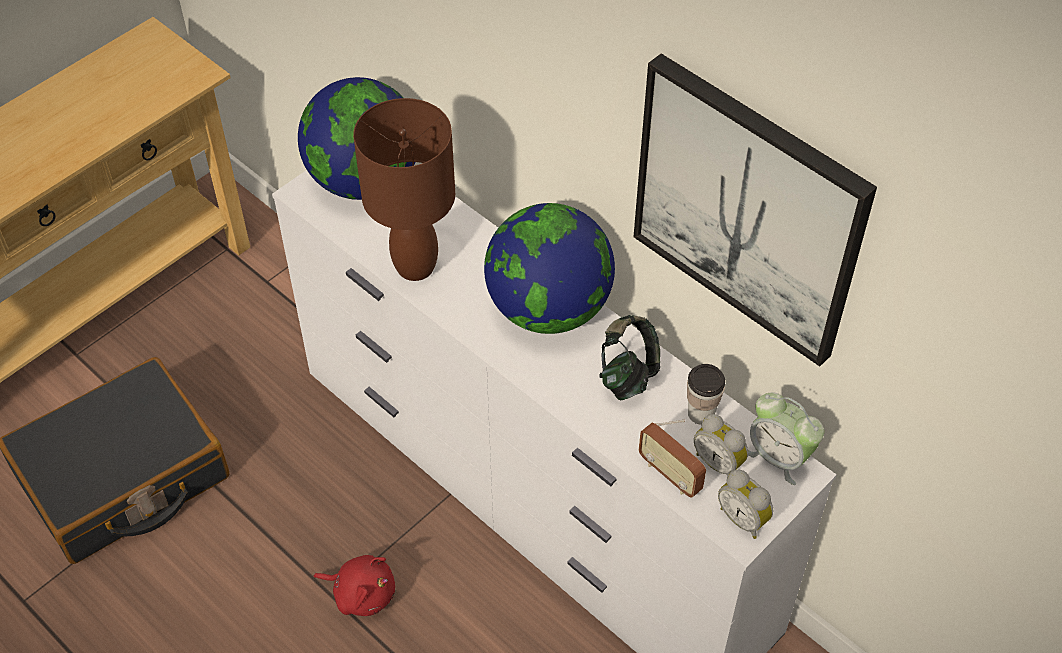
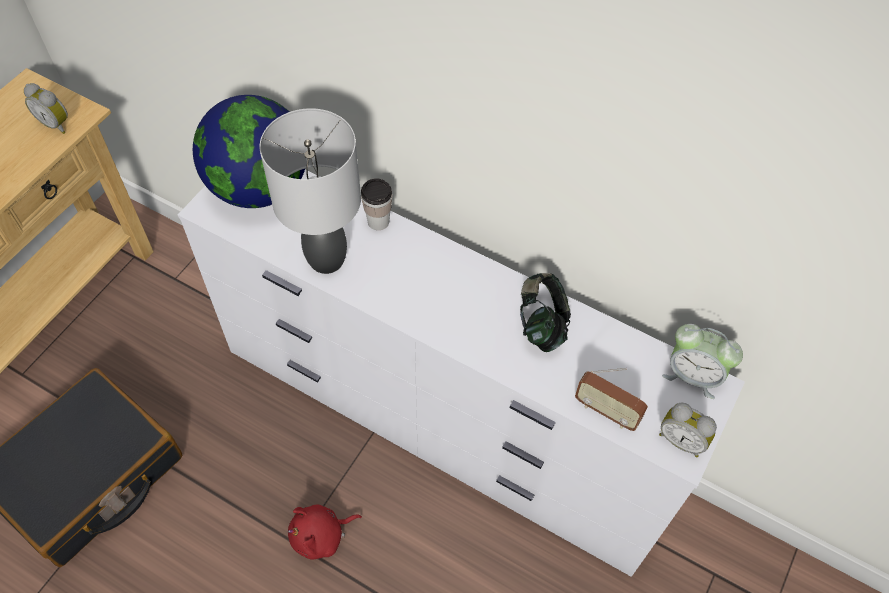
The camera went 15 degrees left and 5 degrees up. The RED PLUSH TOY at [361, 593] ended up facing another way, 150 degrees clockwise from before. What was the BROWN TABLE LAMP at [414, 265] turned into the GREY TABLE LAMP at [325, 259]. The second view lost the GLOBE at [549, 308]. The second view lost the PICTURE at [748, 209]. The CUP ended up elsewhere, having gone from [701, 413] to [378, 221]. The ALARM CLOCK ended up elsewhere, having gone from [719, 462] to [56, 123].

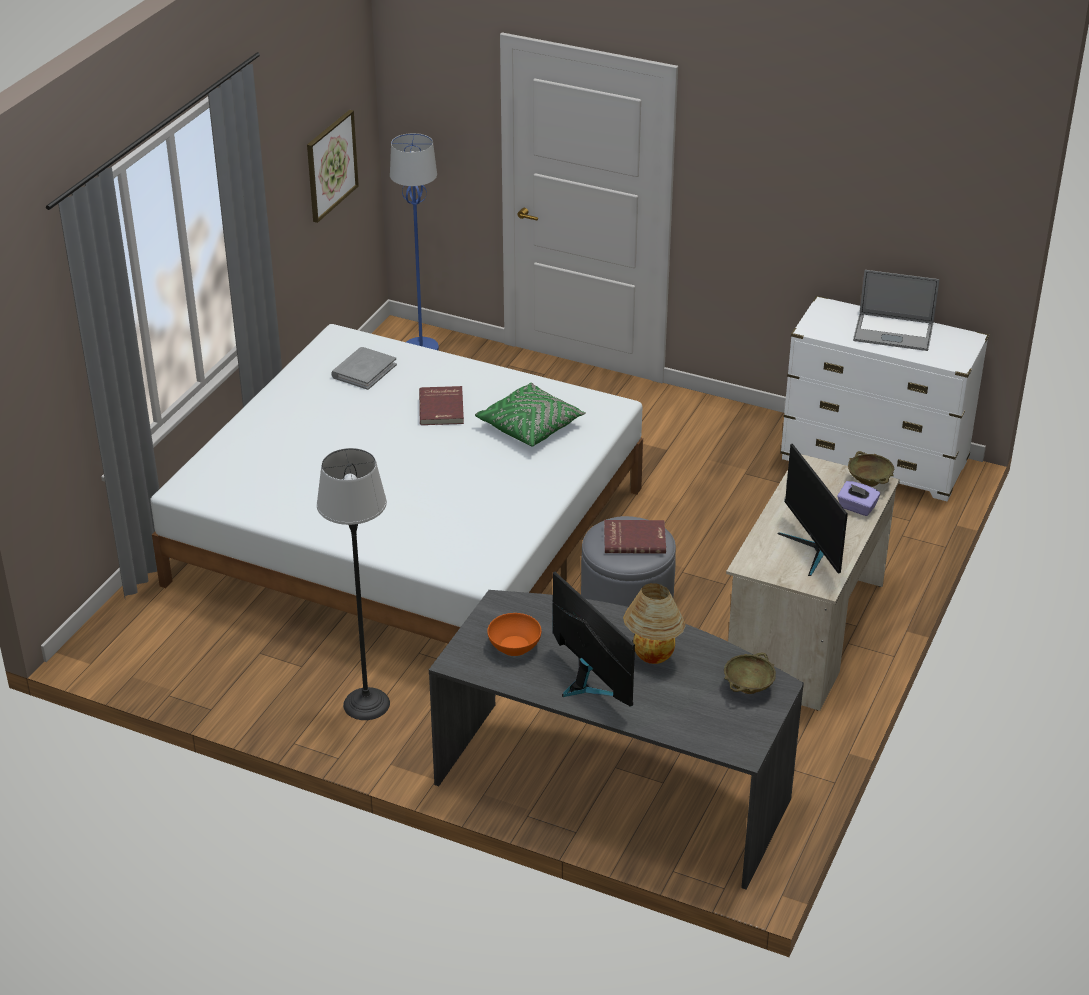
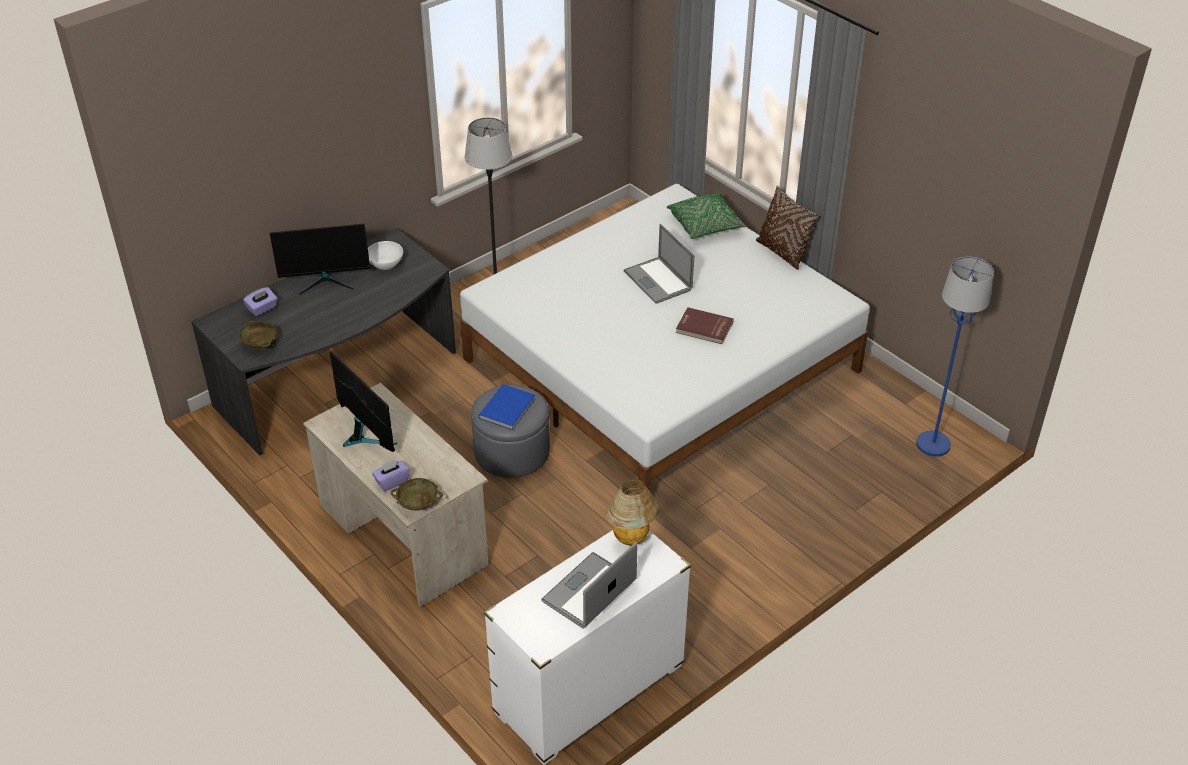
The camera went 115 degrees right and 5 degrees up. The second view lost the PICTURE at [331, 165]. The second view lost the GREY BOOK at [364, 371]. The GREEN PILLOW ended up elsewhere, having gone from [530, 426] to [705, 225]. What was the ORANGE BOWL at [514, 646] turned into the WHITE BOWL at [385, 263]. What was the RED BOOK at [634, 538] turned into the BLUE BOOK at [508, 409]. The TABLE LAMP ended up elsewhere, having gone from [652, 657] to [631, 538]. The MONITOR at [813, 550] ended up facing another way, 45 degrees clockwise from before. The second view gained the PURPLE TISSUE BOX at [262, 309]. The second view gained the LAPTOP at [657, 280]. The second view gained the BROWN PILLOW at [782, 252].

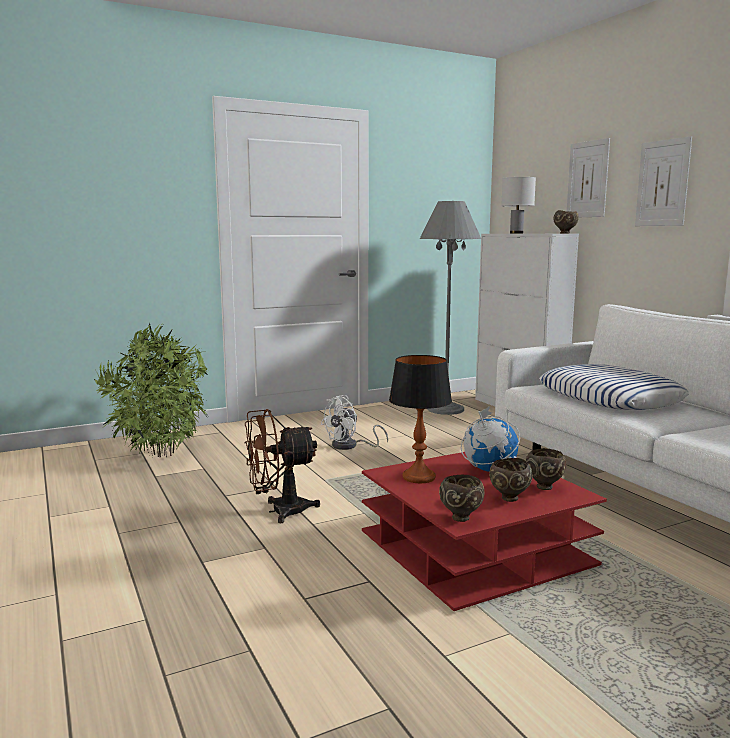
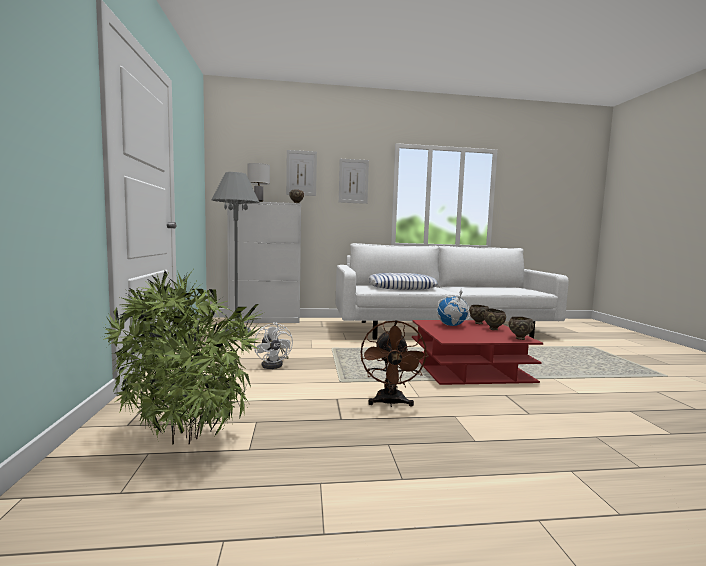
The camera went 70 degrees left and 5 degrees down. The second view lost the TABLE LAMP at [419, 477].

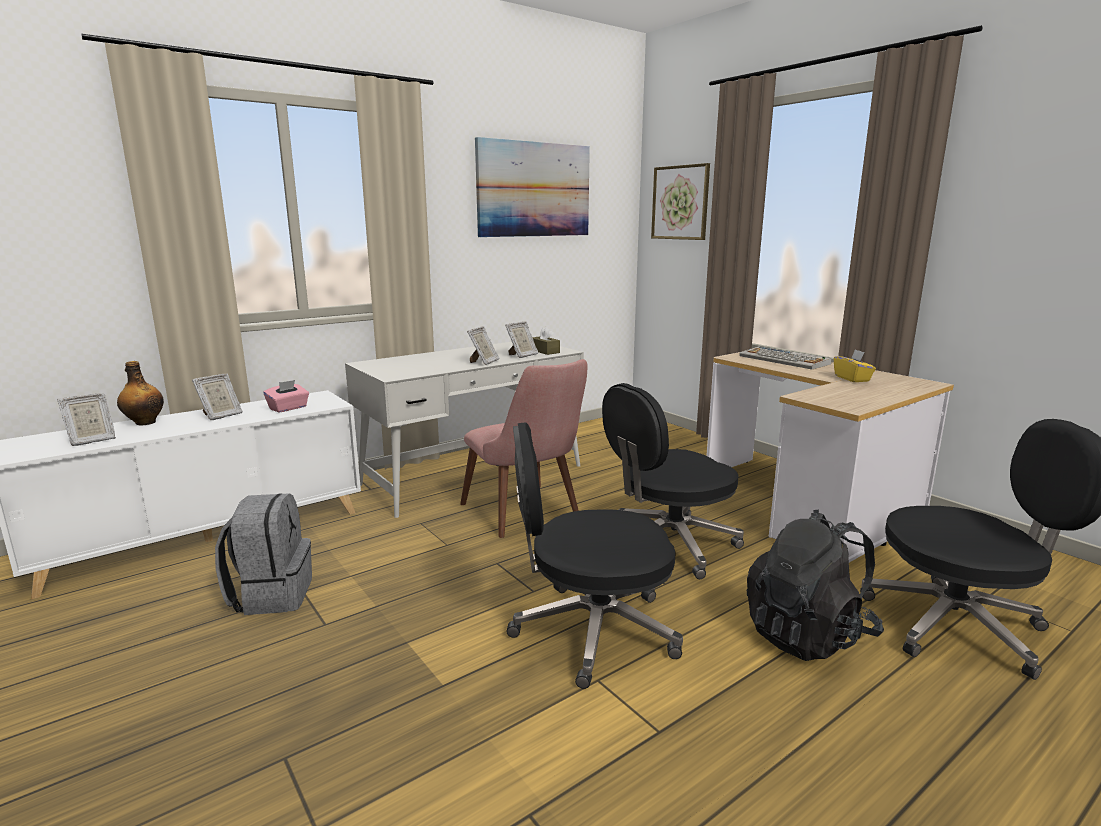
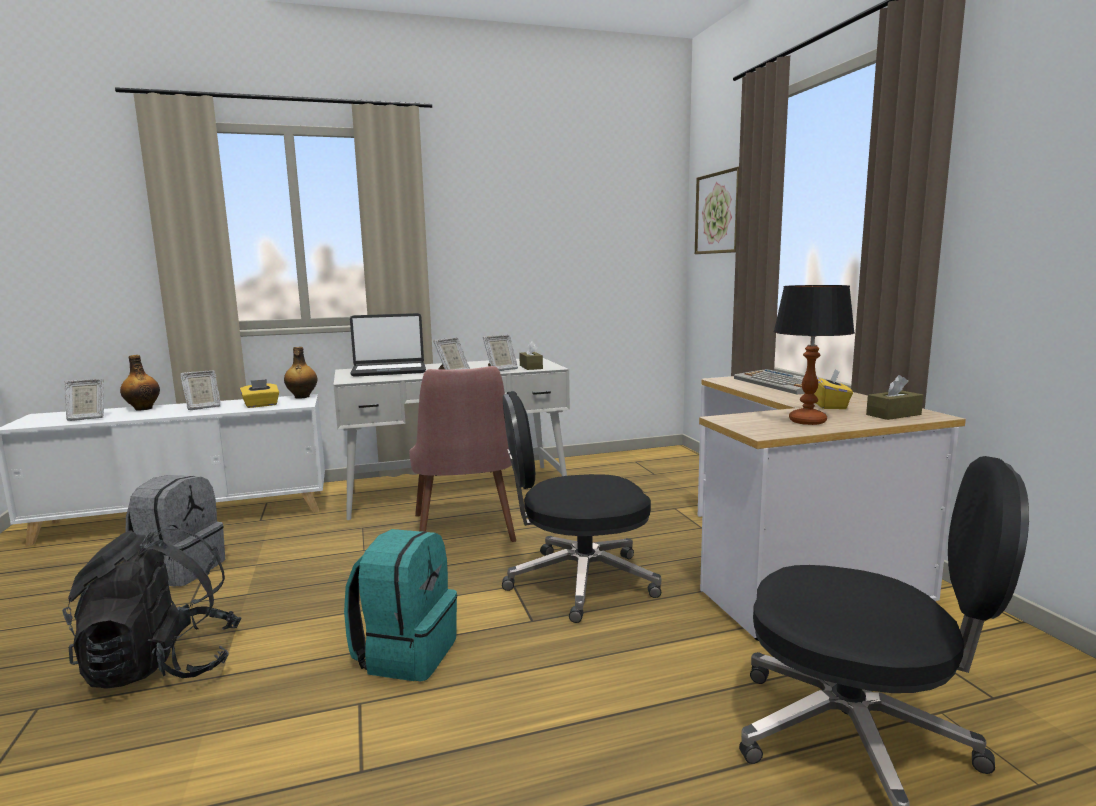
The camera went 20 degrees right and 5 degrees down. What was the PINK TISSUE BOX at [288, 408] turned into the YELLOW TISSUE BOX at [261, 405]. The second view lost the PICTURE at [534, 190]. Where the BLACK OFFICE CHAIR stood at [591, 631], the TURQUOISE BACKPACK came to stand at [406, 653]. The BLACK BACKPACK ended up elsewhere, having gone from [808, 634] to [162, 666]. The second view gained the BOTTLE at [302, 397]. The second view gained the LAPTOP at [389, 371]. The second view gained the TABLE LAMP at [807, 421]. The second view gained the BROWN TISSUE BOX at [893, 414].

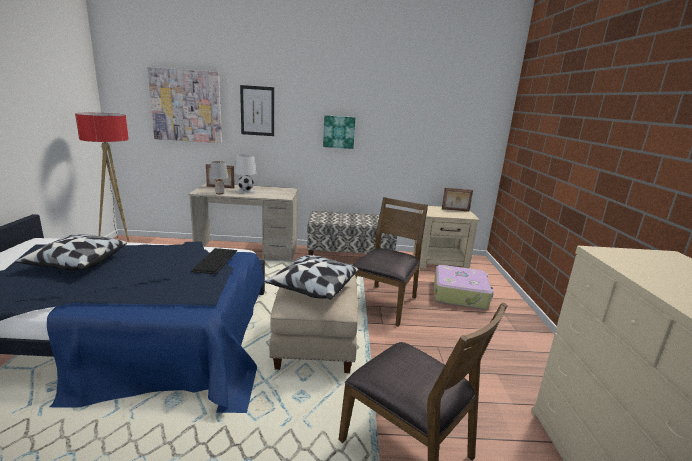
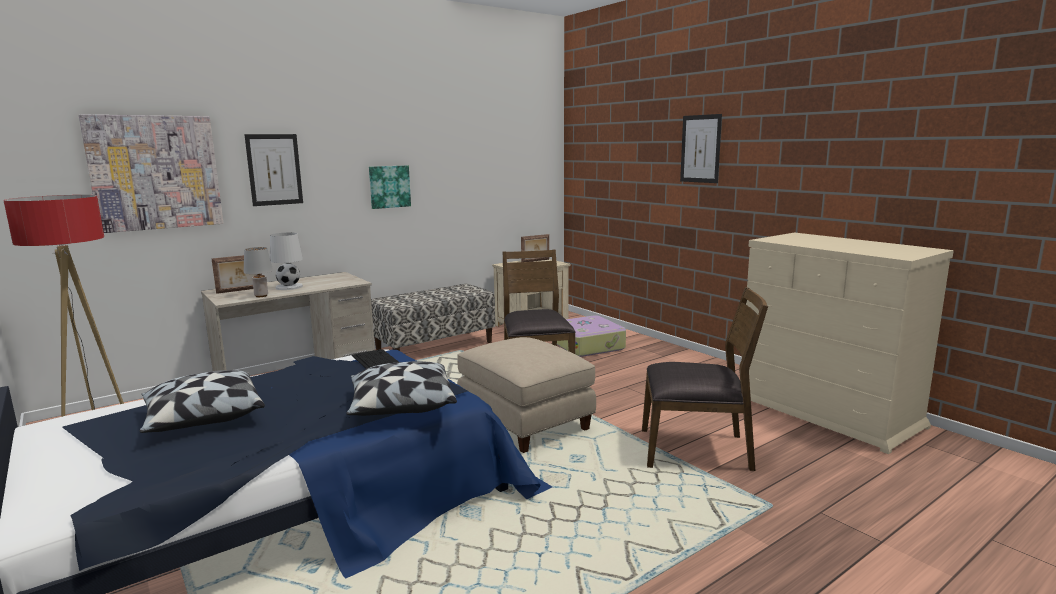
The camera went 35 degrees left and 5 degrees down. The PILLOW ended up elsewhere, having gone from [313, 288] to [401, 406]. The second view gained the PICTURE at [700, 149].

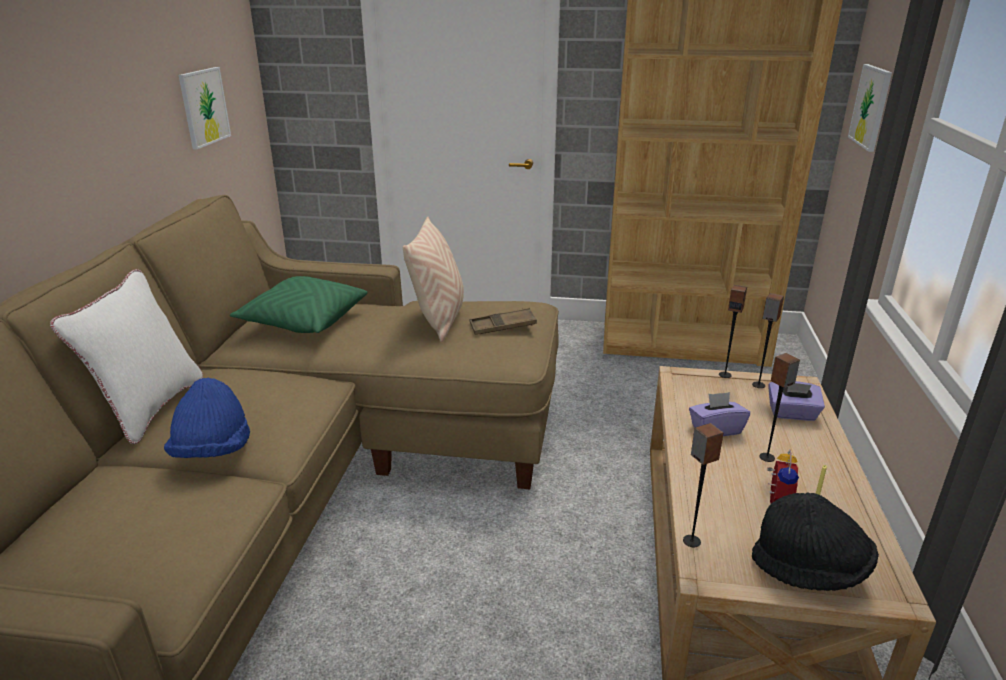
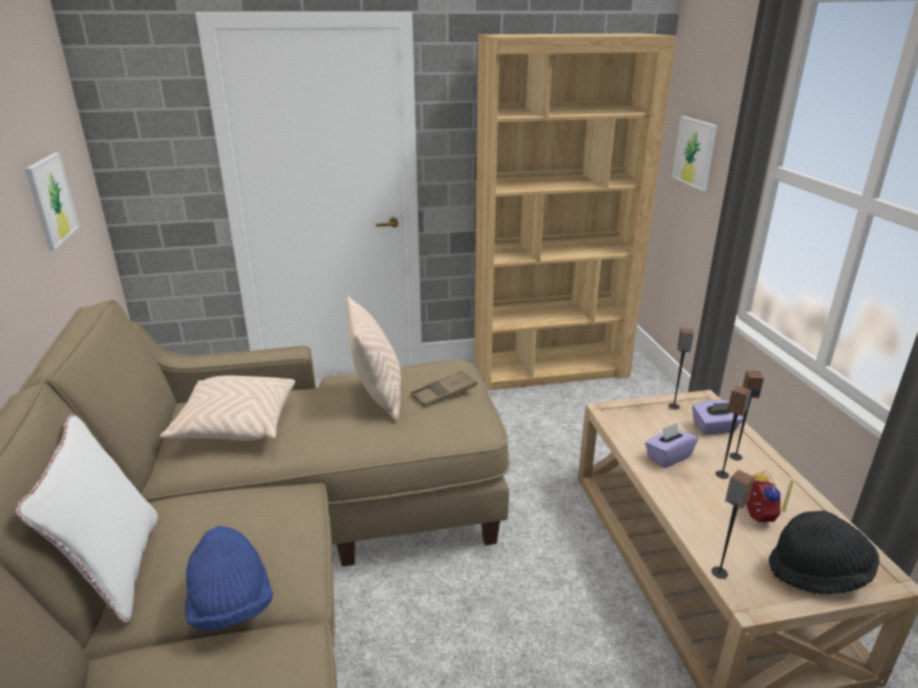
The camera went 20 degrees left and 0 degrees up. What was the GREEN PILLOW at [303, 321] turned into the BEIGE PILLOW at [236, 424]. The SPEAKER ended up elsewhere, having gone from [725, 375] to [735, 456].

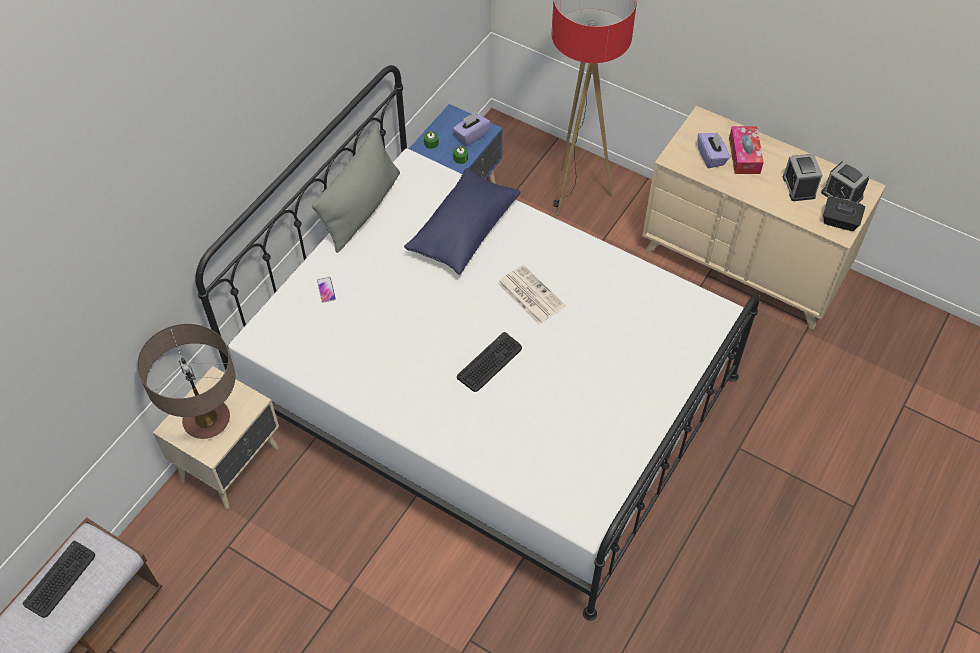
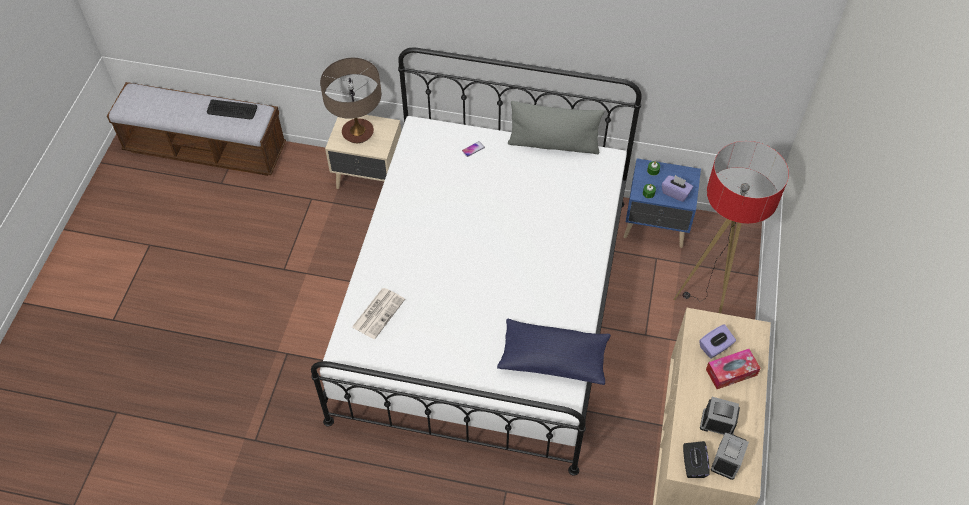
The camera went 70 degrees right and 0 degrees up. The BLUE PILLOW ended up elsewhere, having gone from [463, 231] to [553, 359]. The second view lost the KEYBOARD at [490, 363]. The NEWSPAPER ended up elsewhere, having gone from [529, 295] to [378, 312]. The ALARM CLOCK at [798, 187] ended up facing another way, 45 degrees clockwise from before.

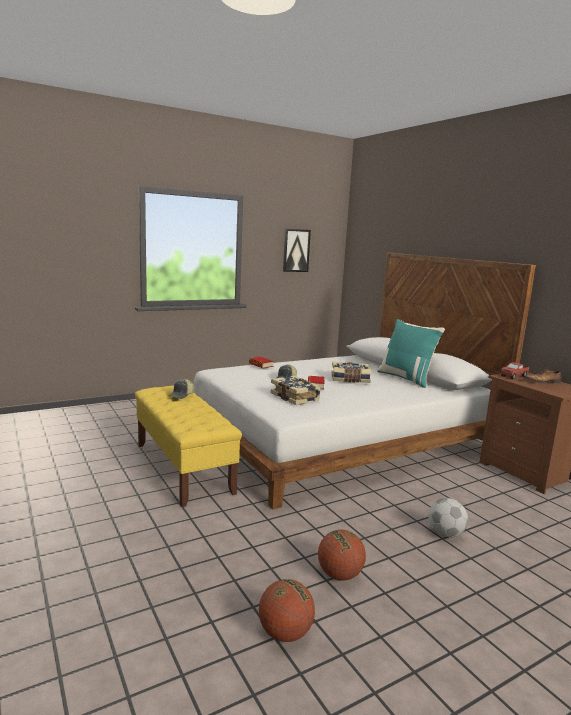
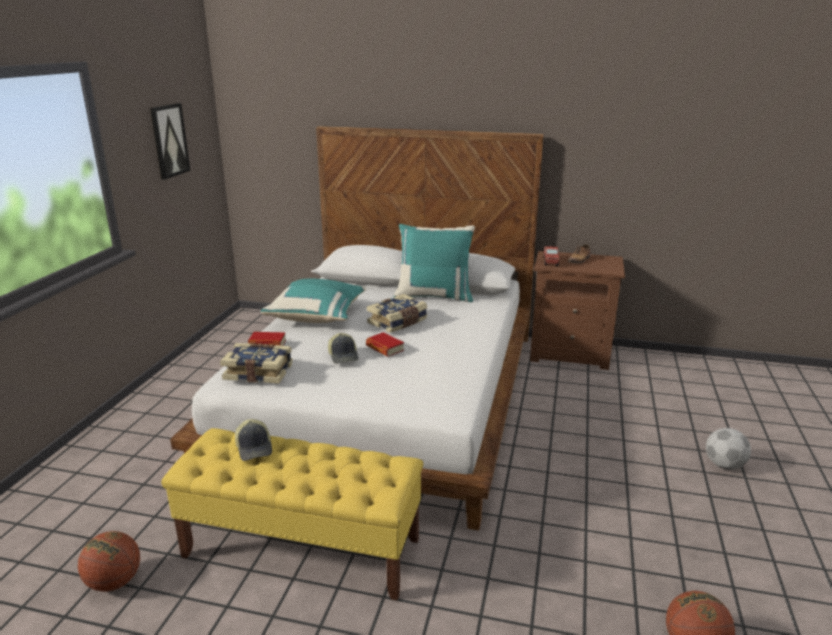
The camera went 45 degrees left and 10 degrees up. The BOOK ended up elsewhere, having gone from [295, 397] to [259, 372]. The BASKETBALL ended up elsewhere, having gone from [339, 575] to [114, 582]. The FOOTBALL ended up elsewhere, having gone from [445, 533] to [723, 465]. The second view gained the TURQUOISE PILLOW at [318, 316].

